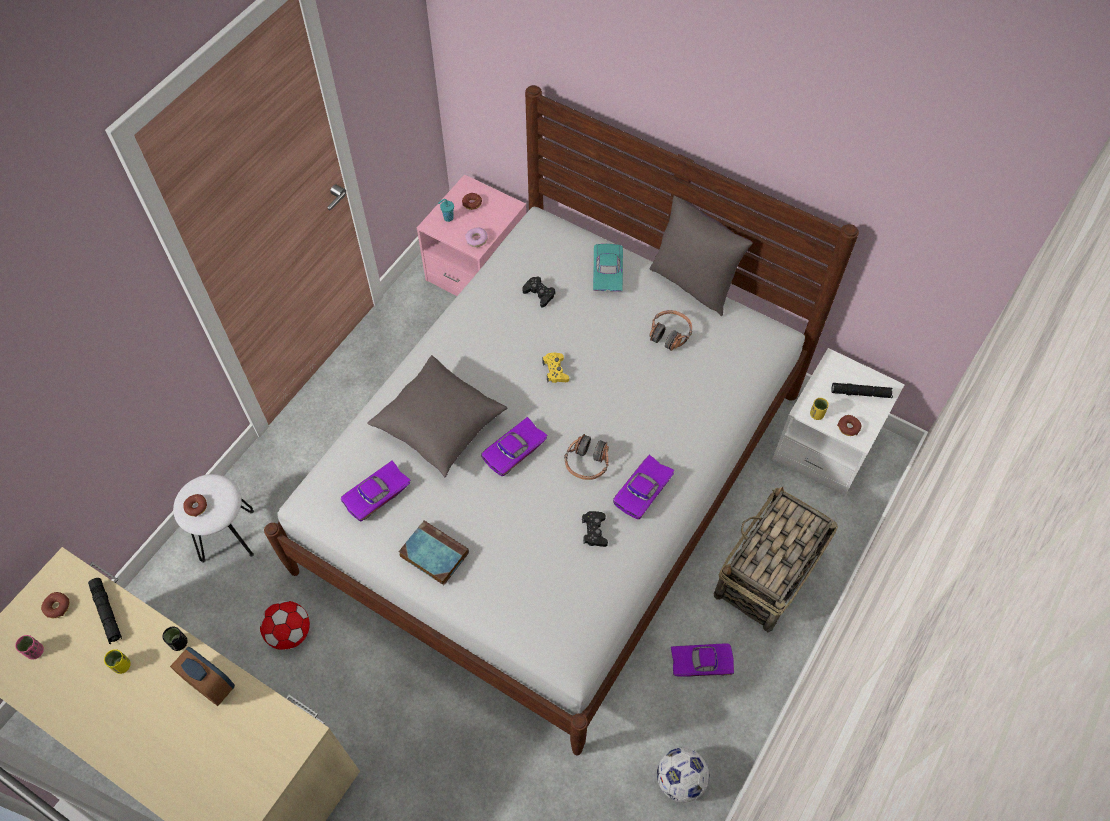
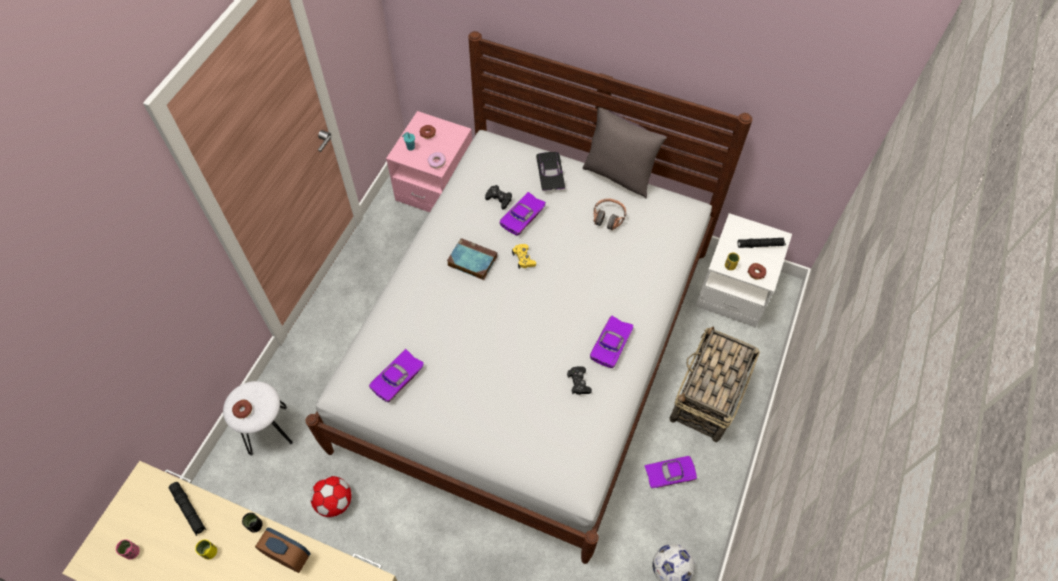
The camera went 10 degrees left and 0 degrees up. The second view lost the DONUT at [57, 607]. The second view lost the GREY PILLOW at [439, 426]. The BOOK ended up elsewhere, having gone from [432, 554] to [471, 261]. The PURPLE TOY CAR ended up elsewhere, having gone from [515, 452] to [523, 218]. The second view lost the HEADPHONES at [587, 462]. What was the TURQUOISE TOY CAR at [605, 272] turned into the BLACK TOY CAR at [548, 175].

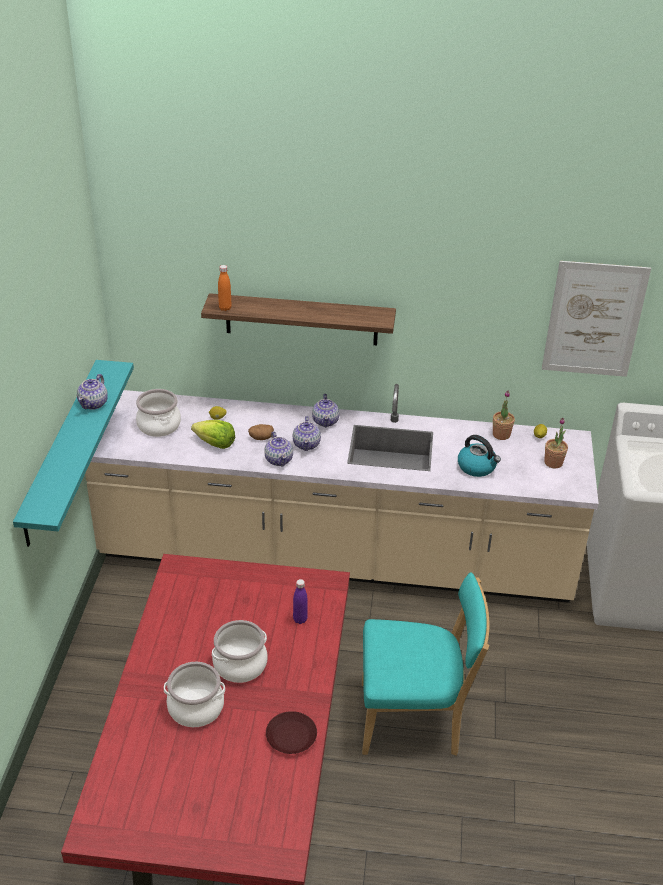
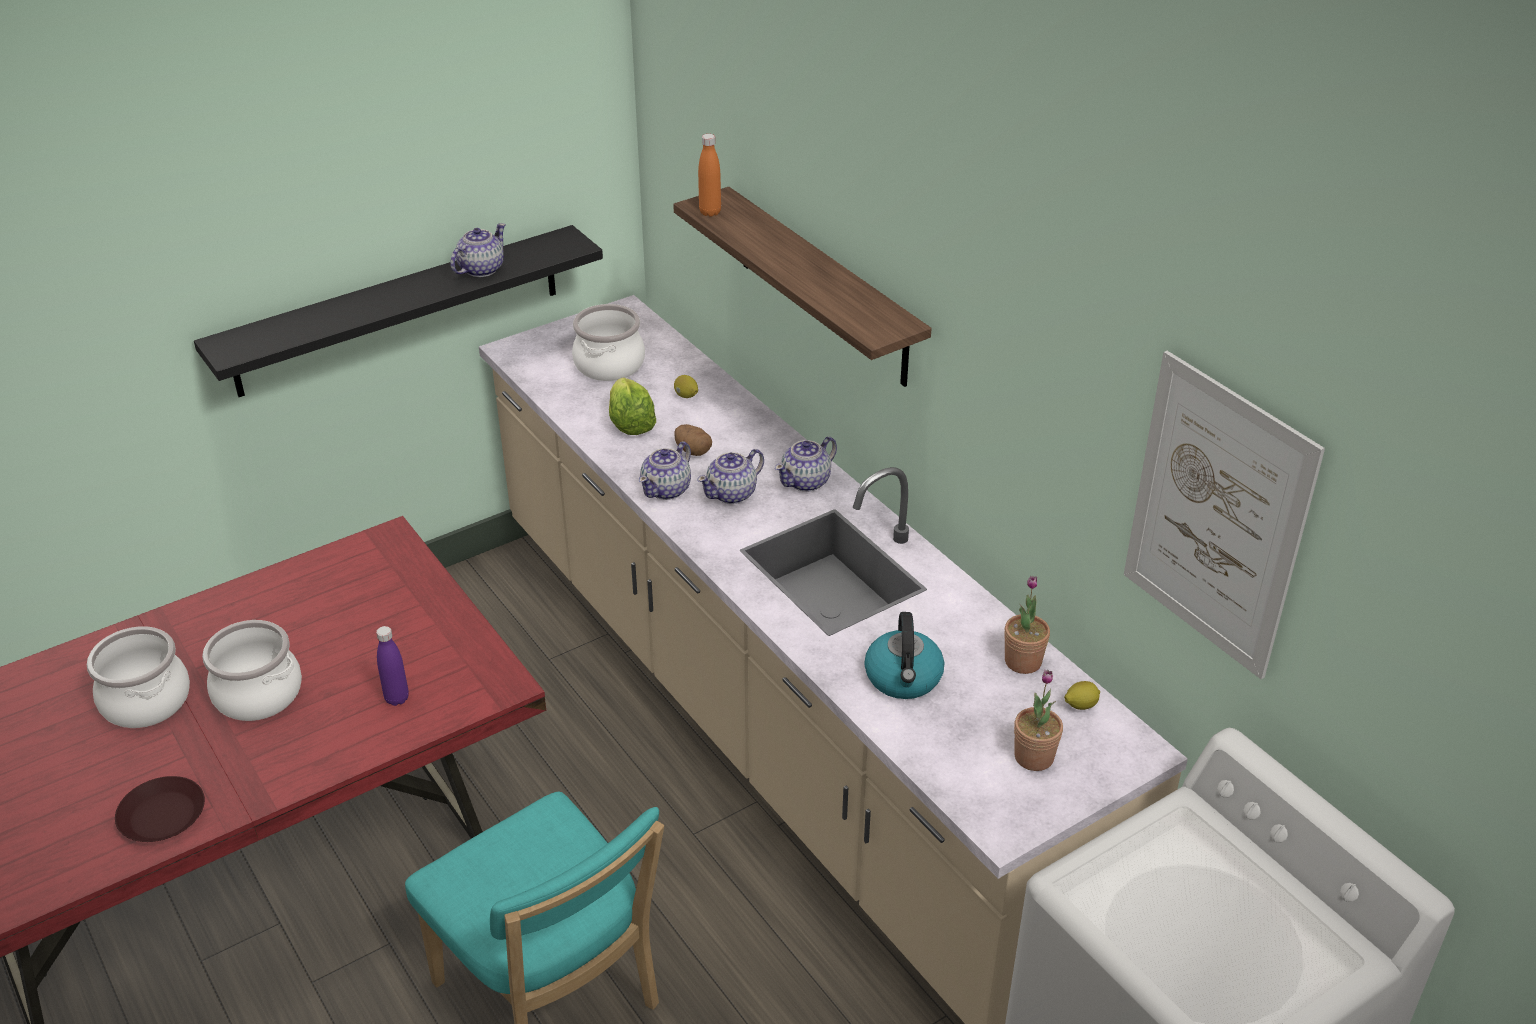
The camera went 50 degrees right and 0 degrees up. What was the TURQUOISE SHELF at [61, 451] turned into the BLACK SHELF at [398, 311]. The TEAPOT at [94, 403] ended up facing another way, 150 degrees clockwise from before.

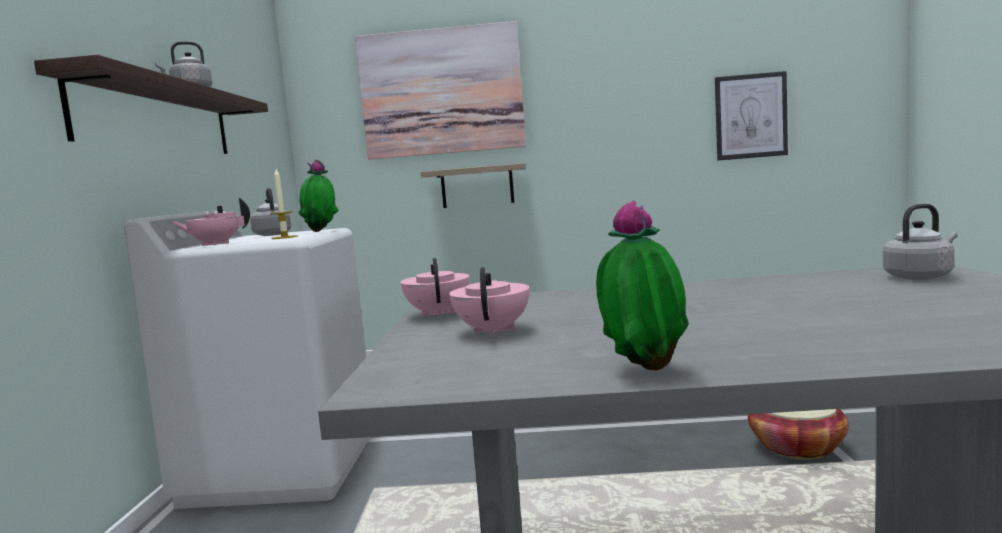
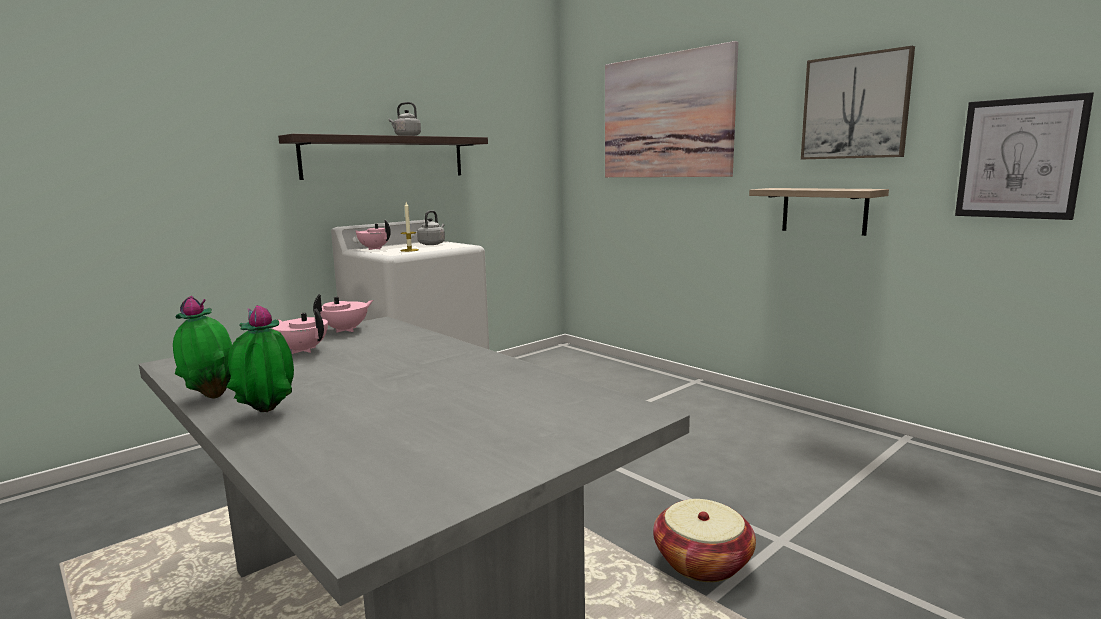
The camera went 45 degrees right and 5 degrees up. The POTTED PLANT ended up elsewhere, having gone from [321, 231] to [266, 414]. The SHELF ended up elsewhere, having gone from [477, 186] to [824, 210]. The PINK TEAPOT at [493, 330] ended up facing another way, 105 degrees counterclockwise from before. The second view lost the GREY KETTLE at [920, 277]. The second view gained the PICTURE at [855, 107].

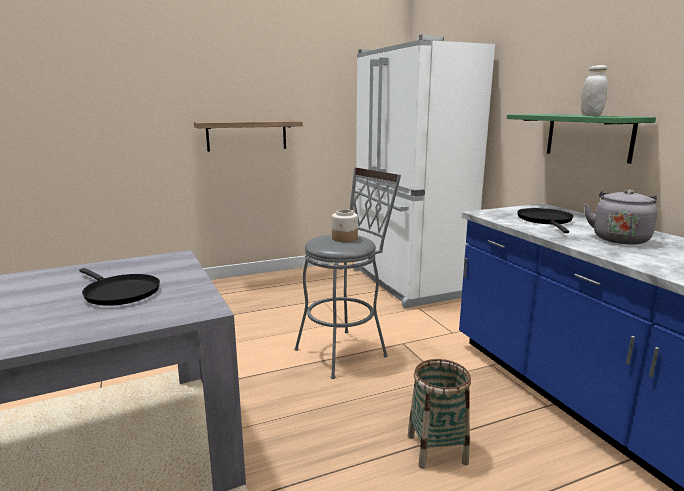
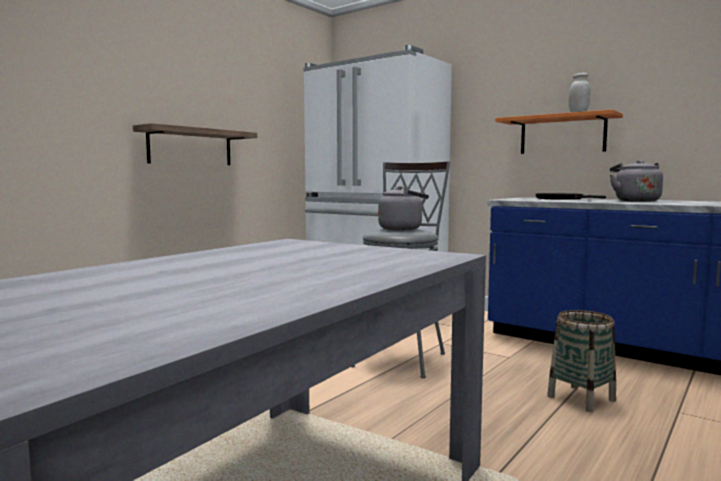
The camera went 30 degrees left and 10 degrees down. The second view lost the BLACK FRYING PAN at [119, 293]. Where the JAR stood at [344, 238], the GREY KETTLE came to stand at [403, 229]. What was the GREEN SHELF at [588, 137] turned into the ORANGE SHELF at [562, 135].

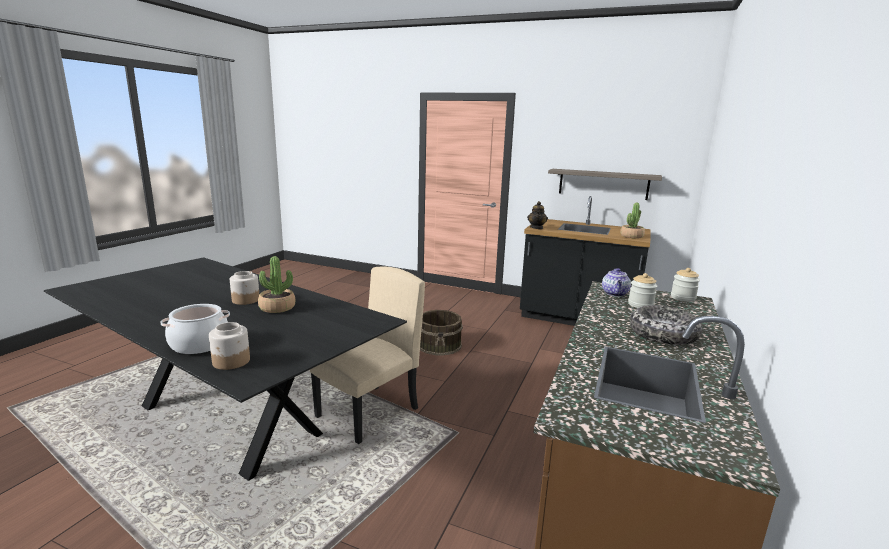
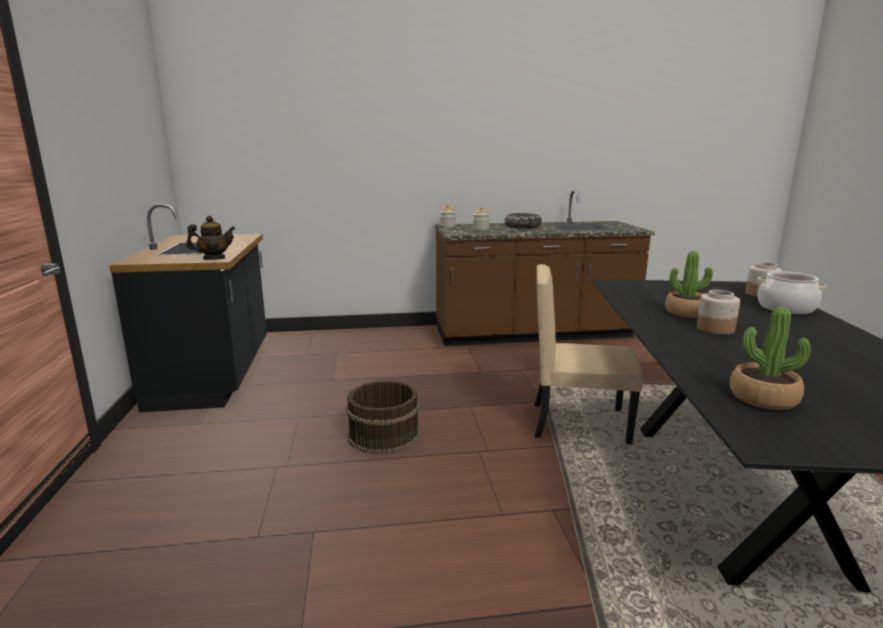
The camera went 120 degrees left and 0 degrees up. The second view lost the SHELF at [603, 184]. The second view lost the TEAPOT at [615, 294]. The POTTED PLANT ended up elsewhere, having gone from [631, 236] to [763, 398].

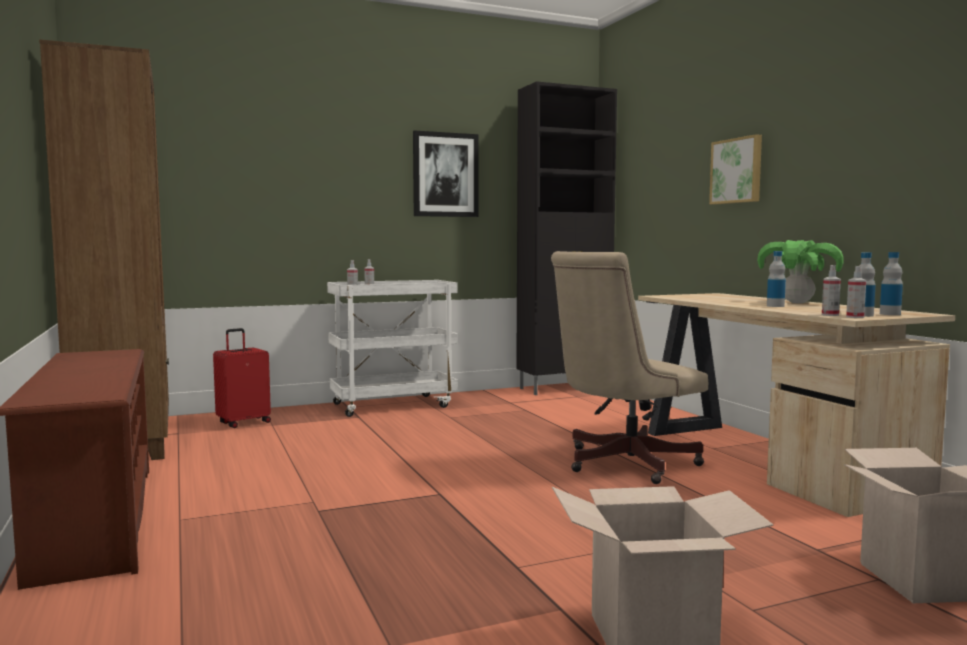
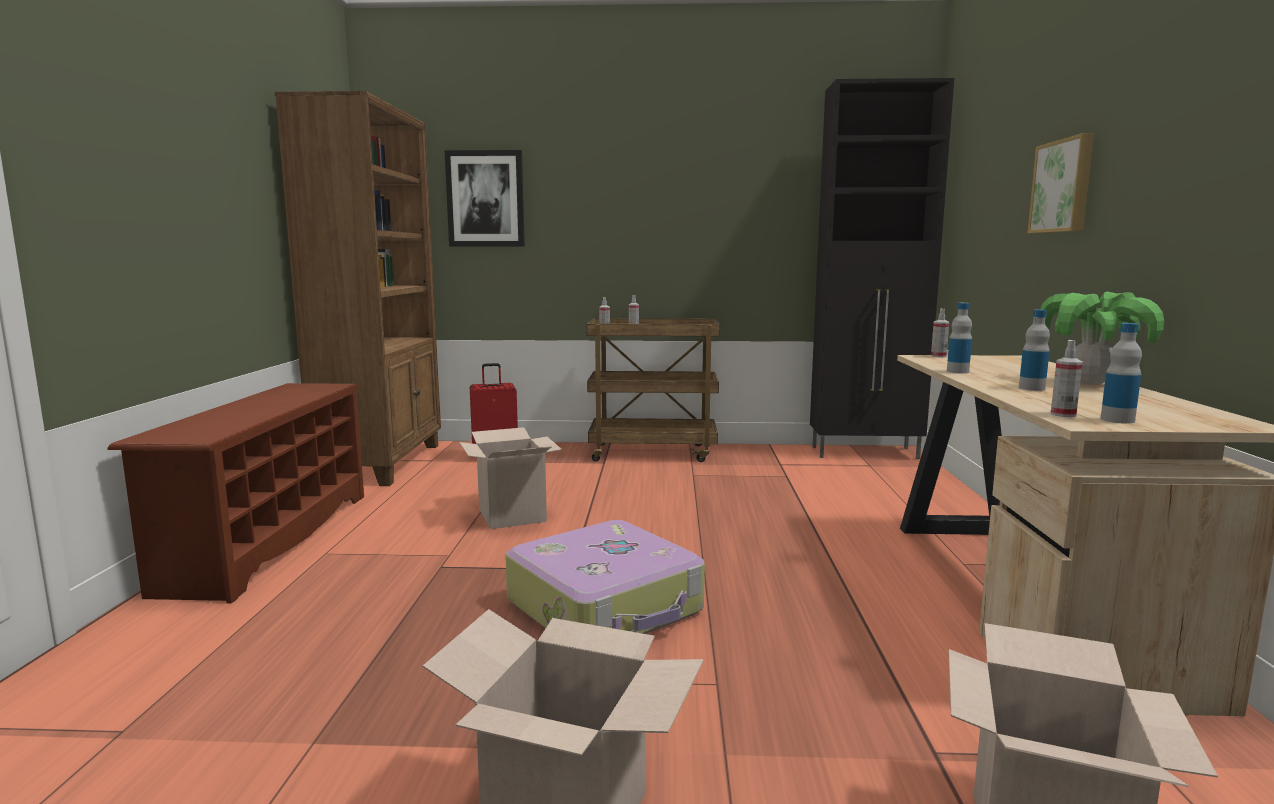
The camera went 25 degrees right and 5 degrees up. What was the WHITE CART at [394, 405] turned into the BROWN CART at [654, 452]. The PICTURE ended up elsewhere, having gone from [445, 175] to [485, 199]. The second view lost the BEIGE OFFICE CHAIR at [621, 463]. The SPRAY BOTTLE ended up elsewhere, having gone from [855, 317] to [938, 356]. The BOTTLE ended up elsewhere, having gone from [890, 314] to [957, 371]. The second view gained the CARDBOARD BOX at [512, 515]. The second view gained the SUITCASE at [606, 607].

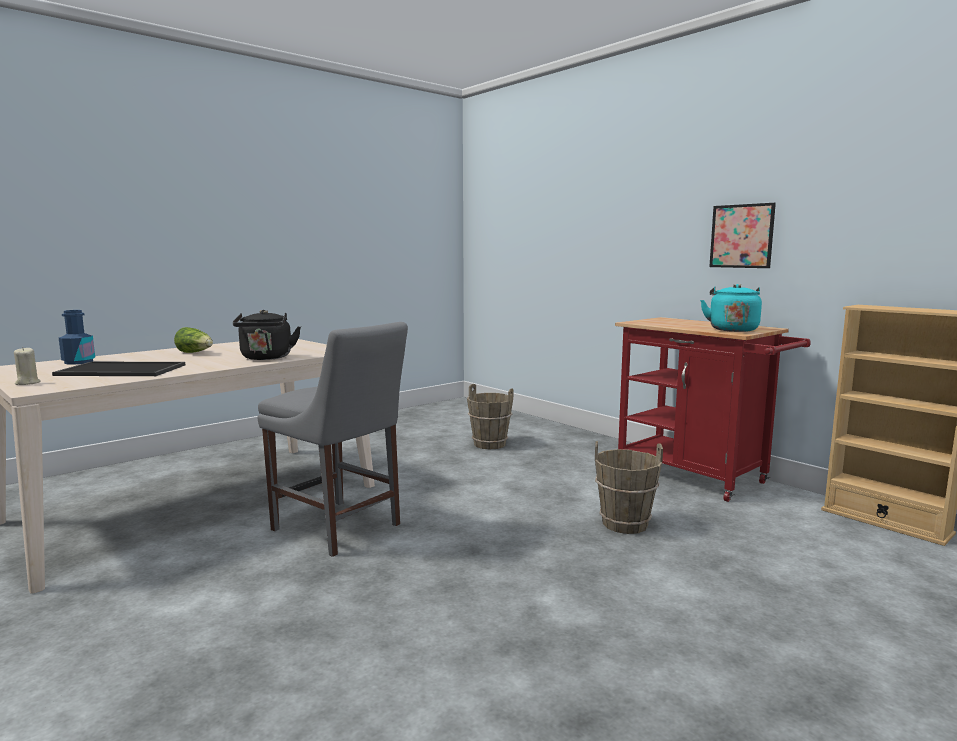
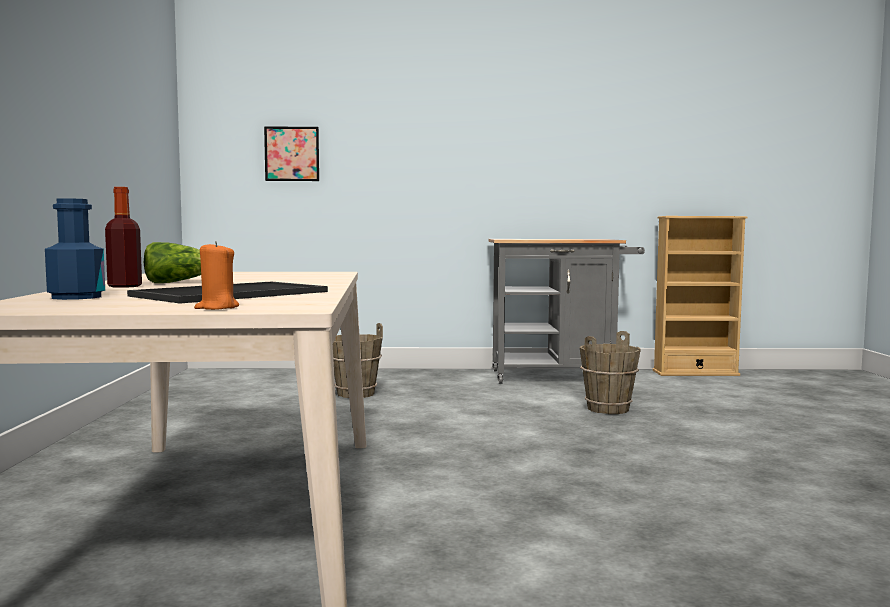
The camera went 50 degrees left and 5 degrees down. What was the BEIGE CANDLE at [27, 383] turned into the ORANGE CANDLE at [217, 308]. The second view lost the BLACK KETTLE at [266, 358]. The second view lost the GREY CHAIR at [340, 529]. What was the RED CART at [698, 477] turned into the GREY CART at [560, 377]. The second view lost the TURQUOISE KETTLE at [732, 329]. The PICTURE ended up elsewhere, having gone from [741, 236] to [292, 154]. The second view gained the BOTTLE at [125, 286].

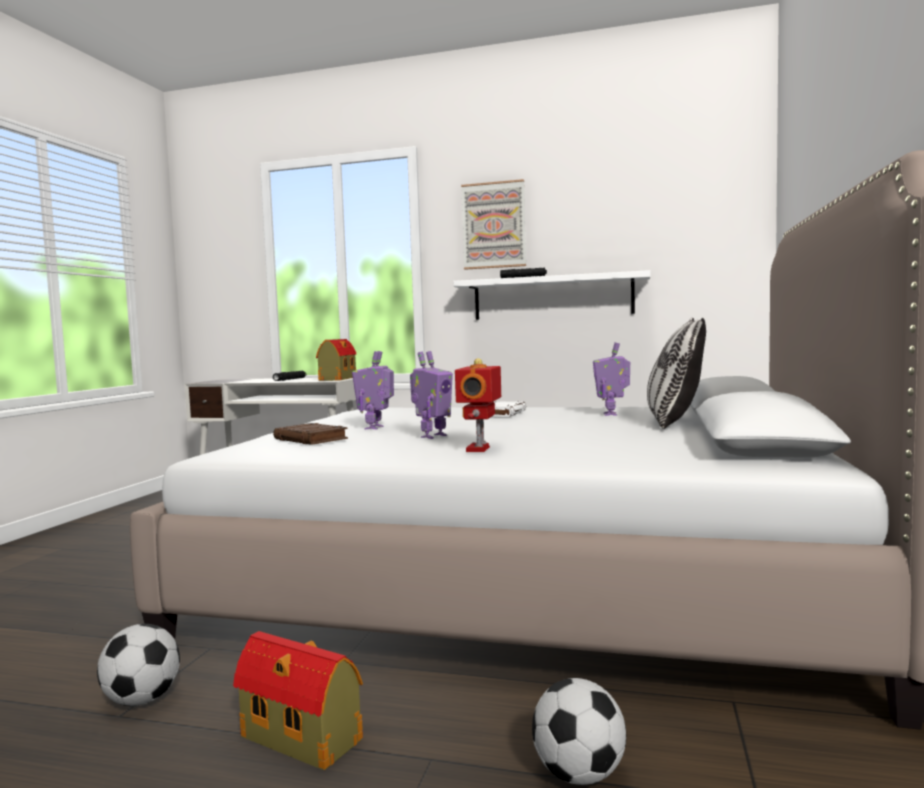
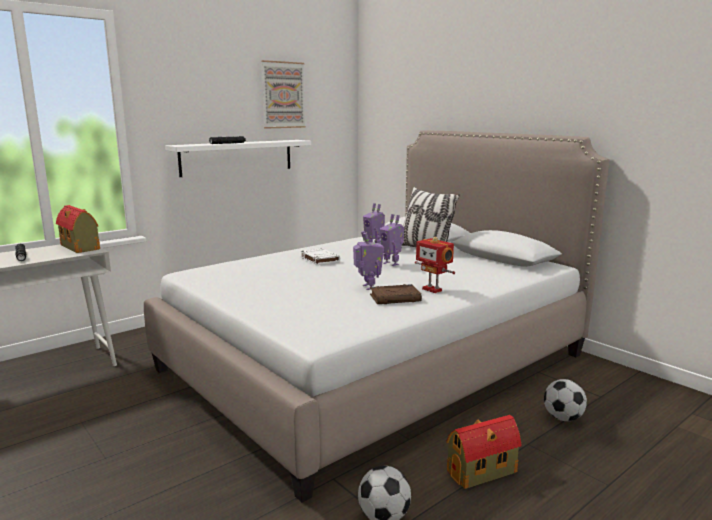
The camera went 55 degrees left and 10 degrees up. The BROWN BOOK ended up elsewhere, having gone from [311, 439] to [395, 298]. The TOY ROBOT ended up elsewhere, having gone from [375, 428] to [391, 263]. The PICTURE ended up elsewhere, having gone from [494, 225] to [283, 95].

